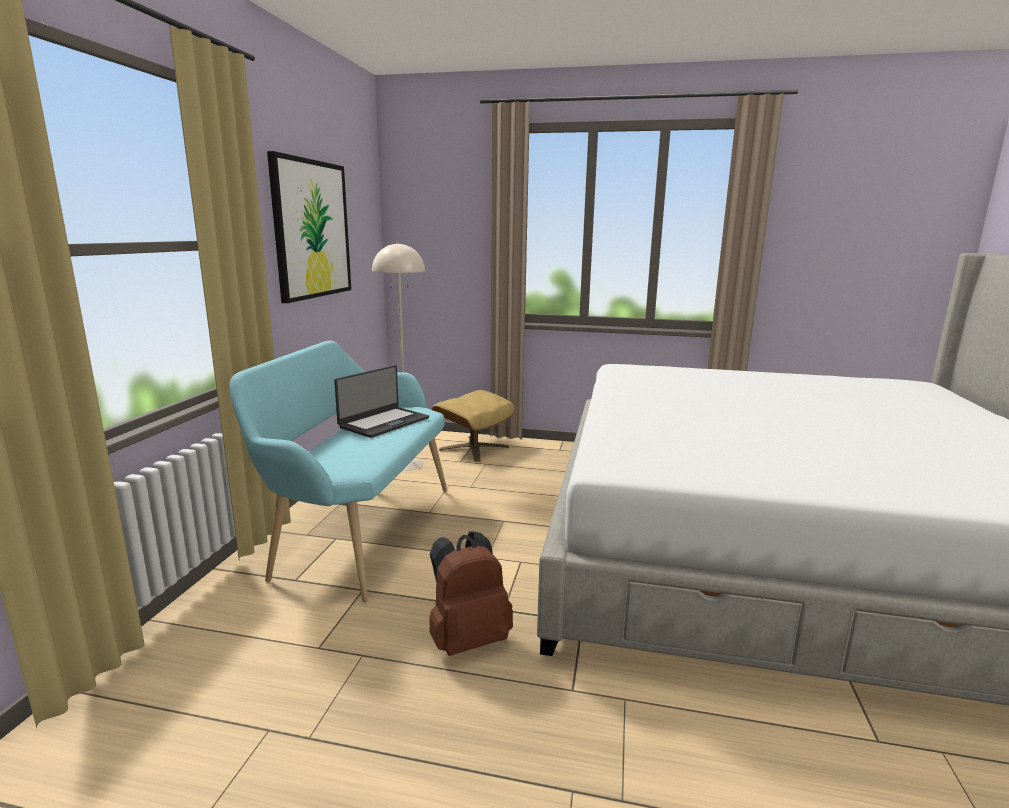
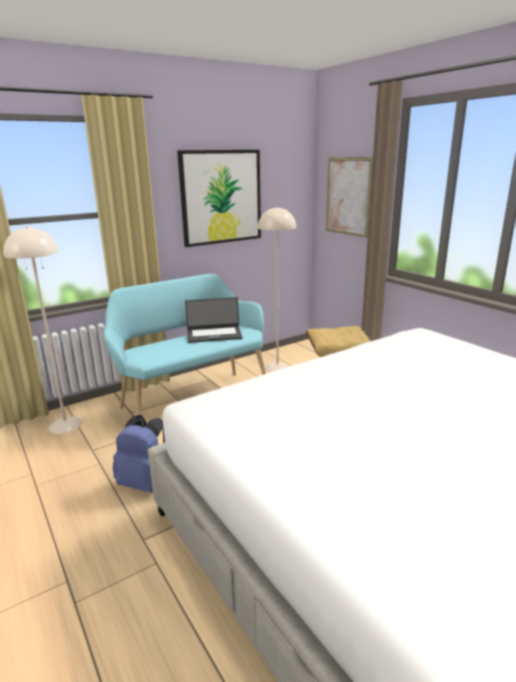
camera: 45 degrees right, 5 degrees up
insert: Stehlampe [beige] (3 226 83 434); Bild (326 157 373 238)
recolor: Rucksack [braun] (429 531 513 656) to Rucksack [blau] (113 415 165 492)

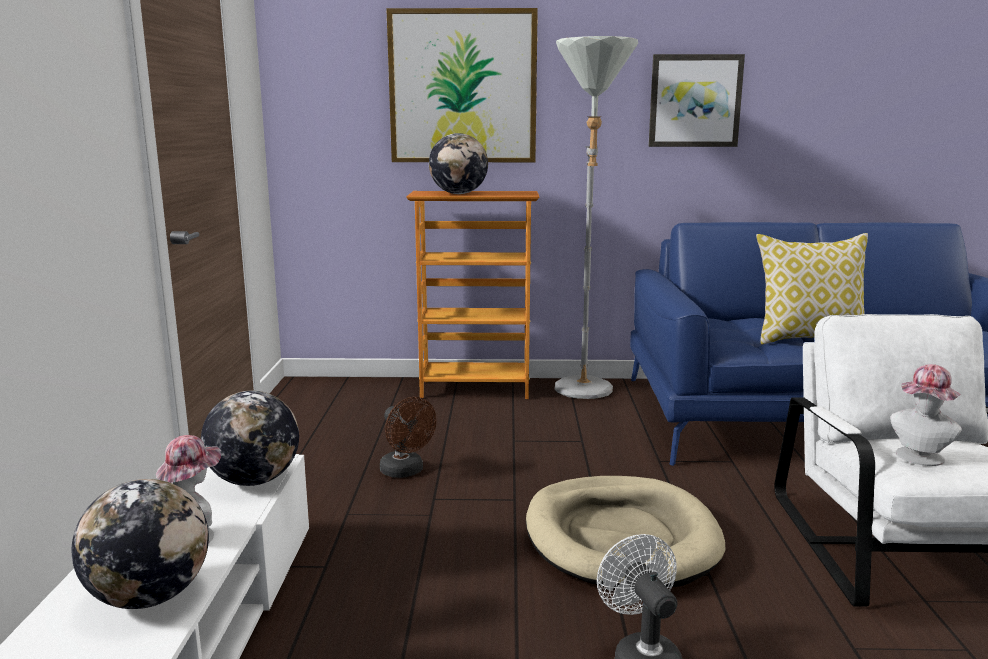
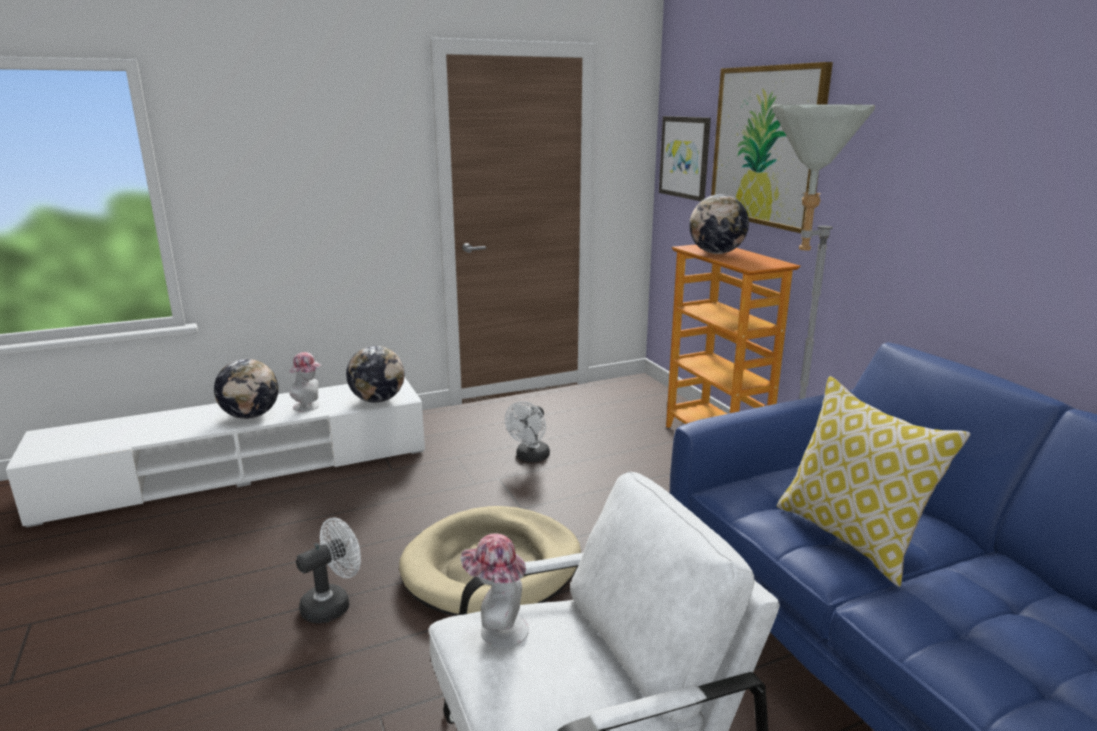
camera: 65 degrees right, 5 degrees up
move: Bild (648 54 745 147) to (659 116 711 201)
recolor: Ventilator [braun] (380 397 436 478) to Ventilator [weiß] (505 401 550 462)

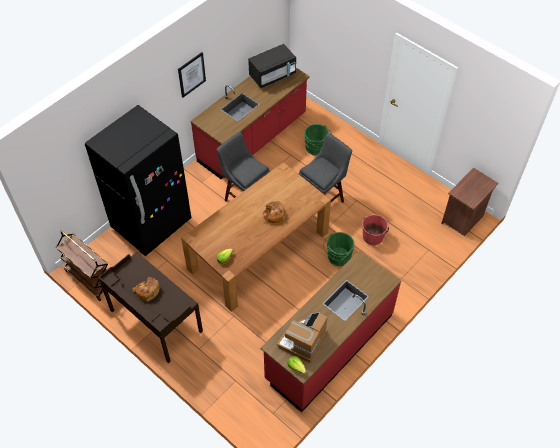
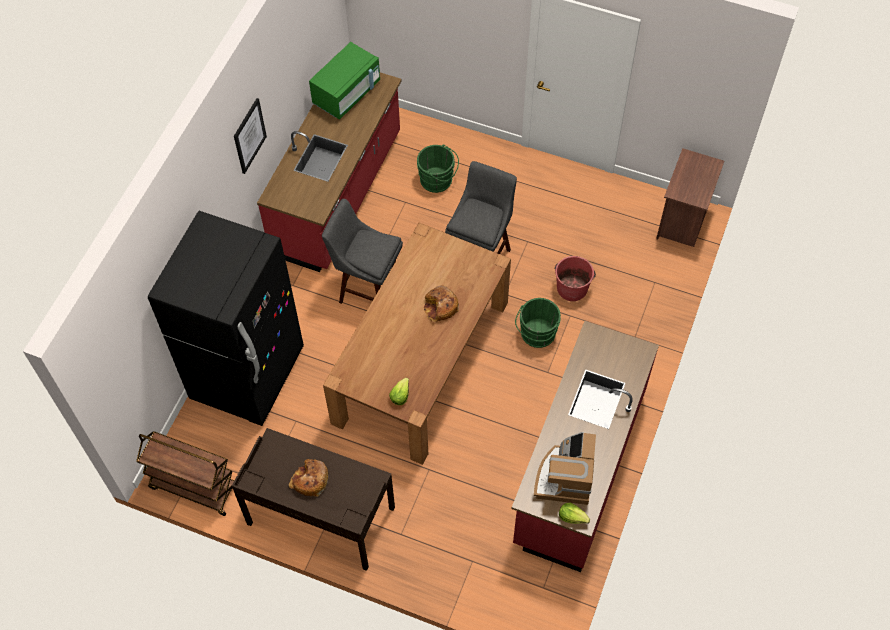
camera: 20 degrees left, 5 degrees up
recolor: Mikrowelle [schwarz] (248 44 296 88) to Mikrowelle [grün] (309 42 380 119)

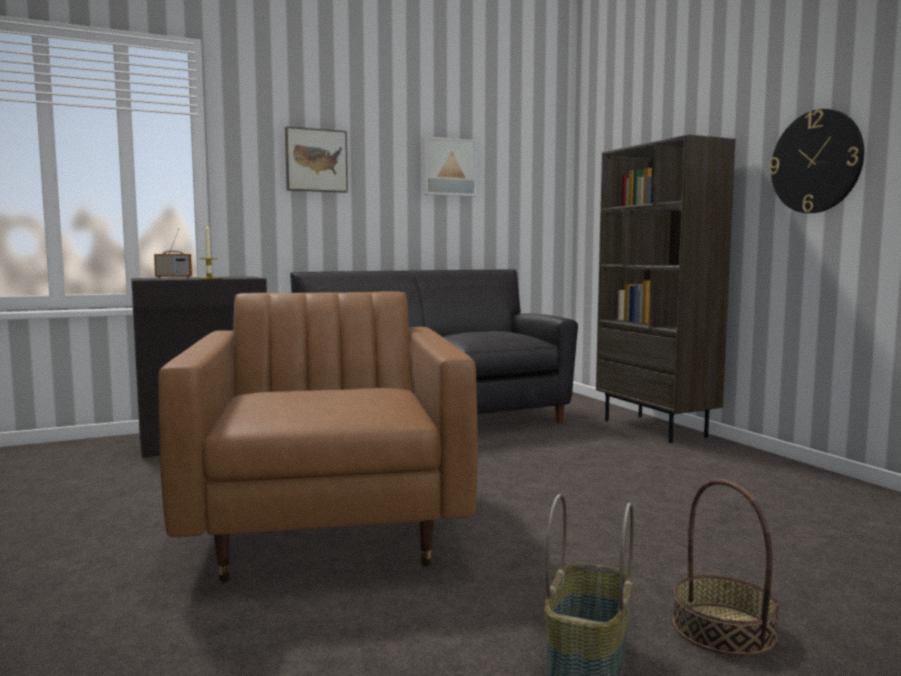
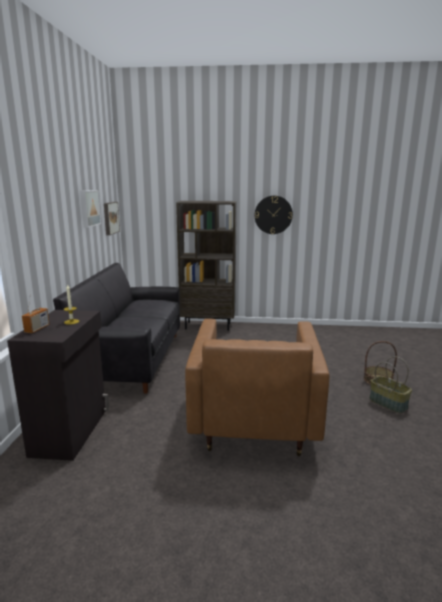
camera: 60 degrees left, 10 degrees up
move: Bild (285 127 348 193) to (104 202 120 235)
rotate: Sessel [braun] (158 292 478 582) = (185 318 329 456) 105 degrees counterclockwise

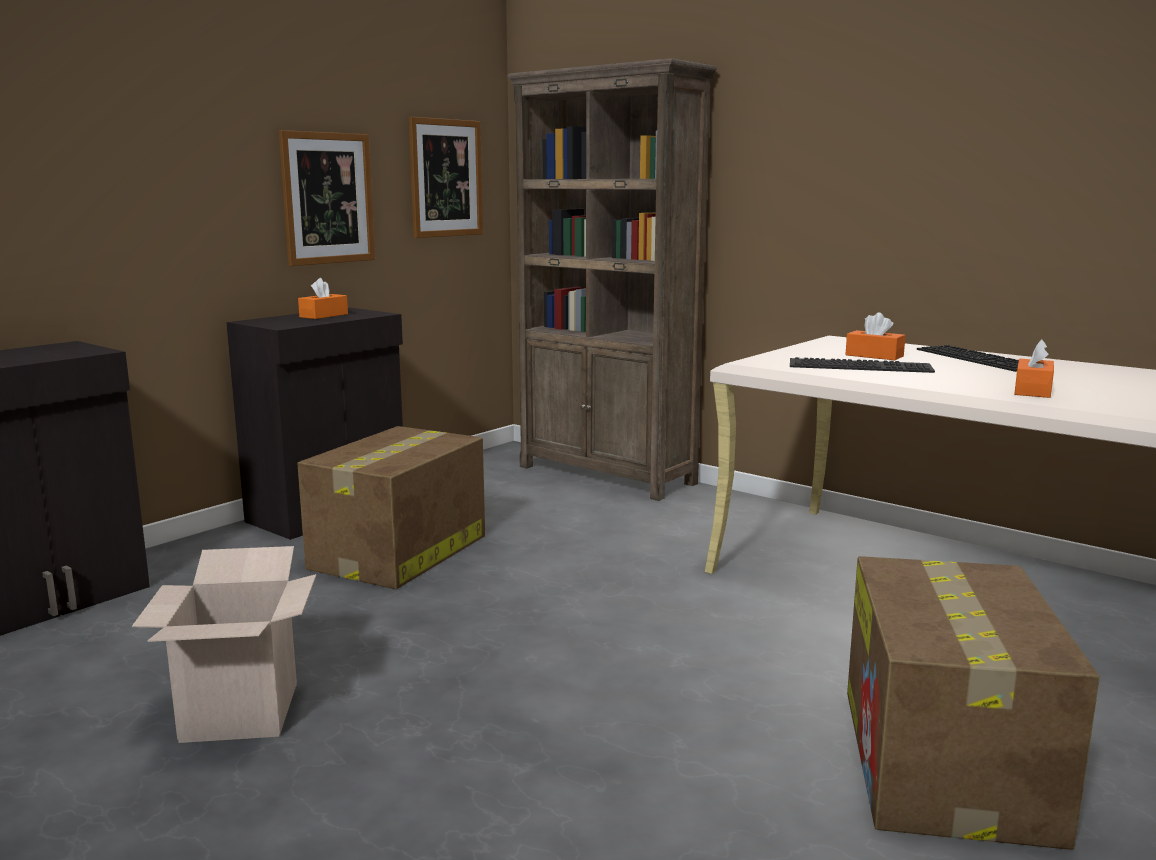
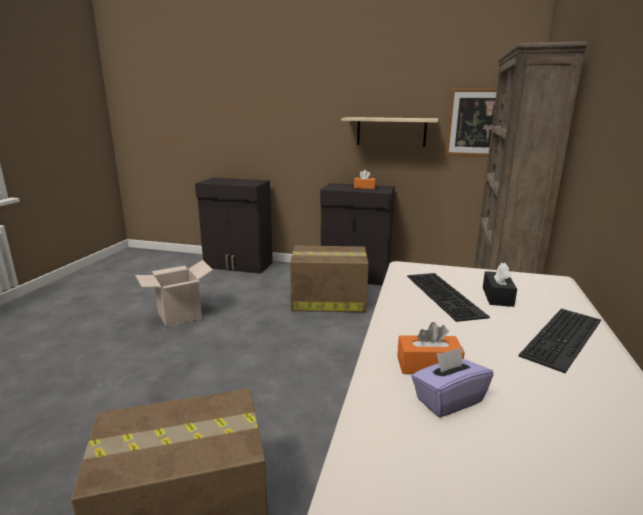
camera: 65 degrees right, 5 degrees up
insert: Taschentuchbox [lila] (411 347 493 417)
replace: Bild (279 130 375 266) to Wandregal (341 117 438 147)
recolor: Taschentuchbox [orange] (845 312 906 360) to Taschentuchbox [schwarz] (483 263 517 307)

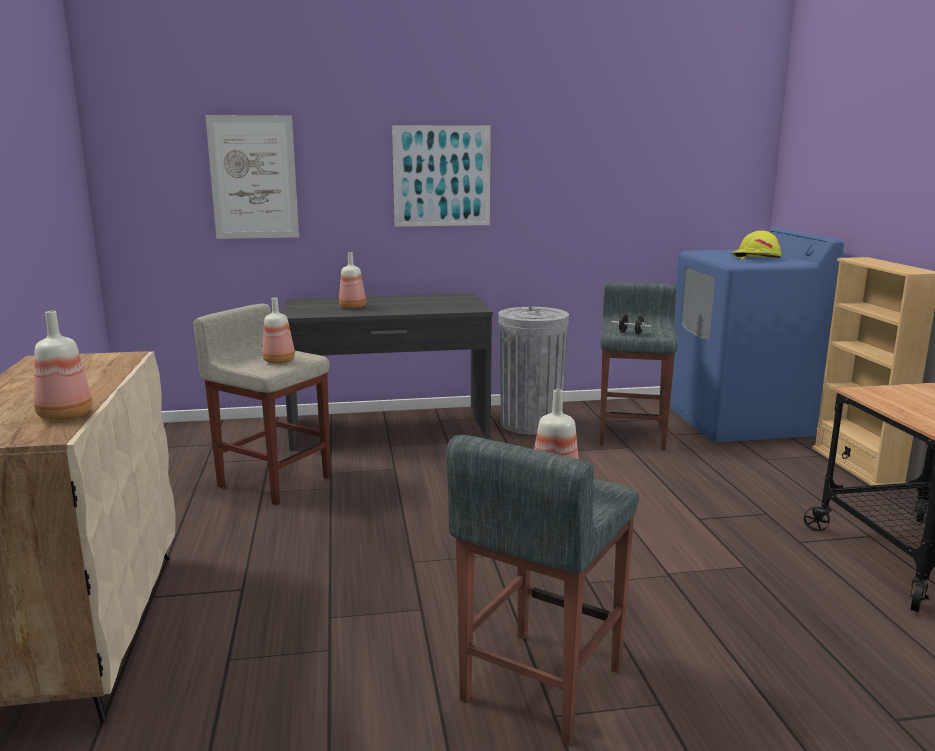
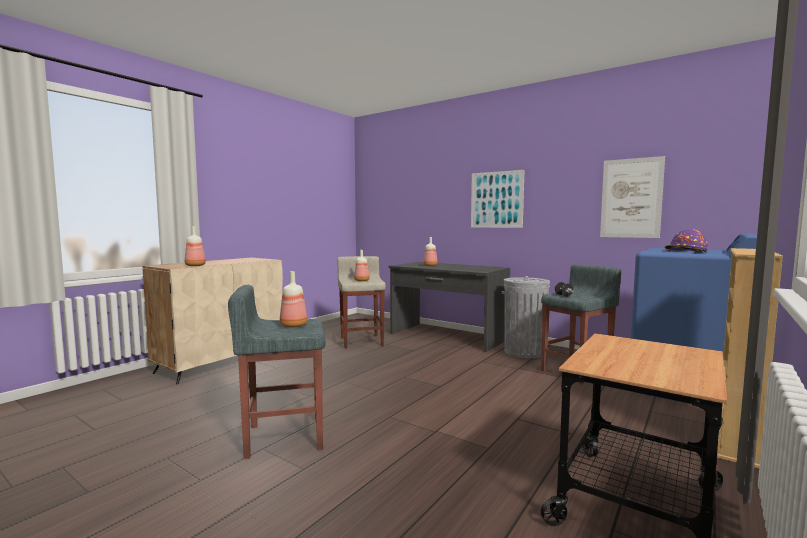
camera: 45 degrees right, 10 degrees down
move: Bild (205 115 299 239) to (600 156 665 238)
recolor: Schutzhelm [gelb] (731 231 781 260) to Schutzhelm [lila] (665 229 708 252)

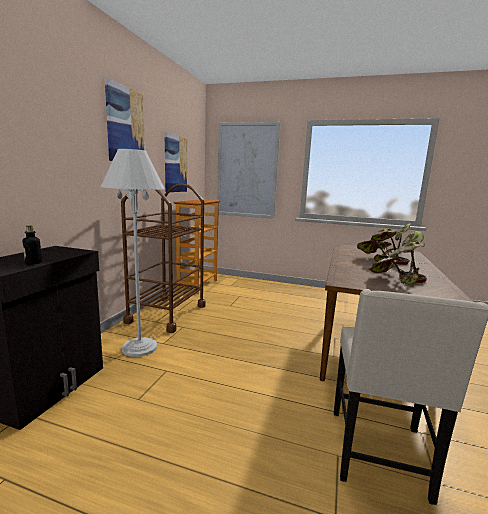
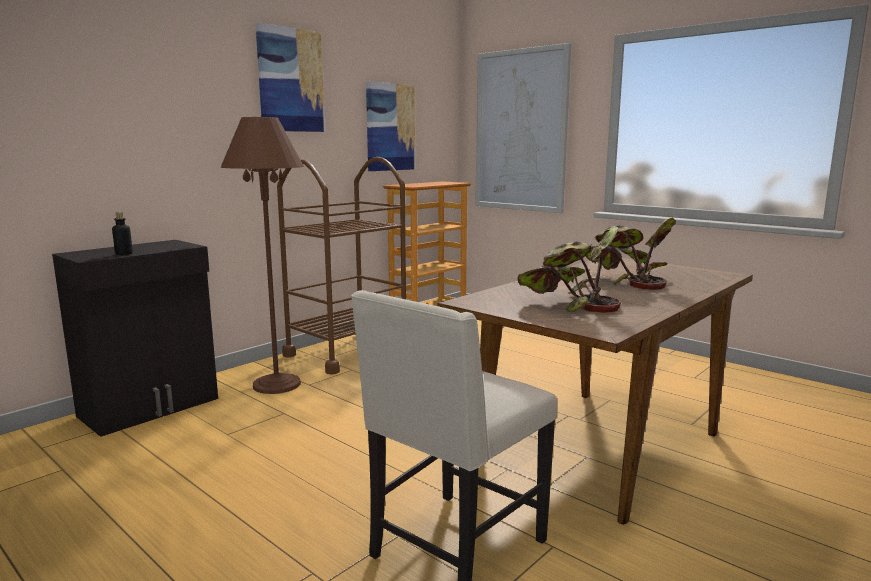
camera: 25 degrees right, 0 degrees up
recolor: Stehlampe [weiß] (100 149 165 357) to Stehlampe [braun] (221 117 304 394)

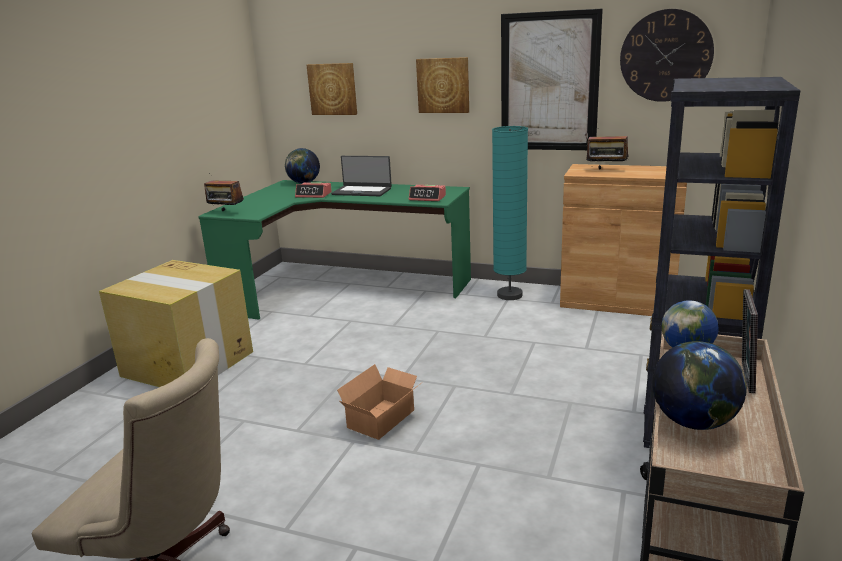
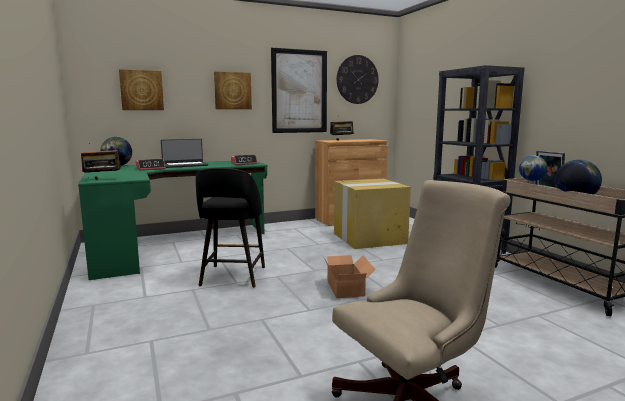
camera: 45 degrees left, 10 degrees down
delete: Stehlampe [türkis] (492 126 528 300)
insert: Hocker [schwarz] (196 168 265 288)
move: Karton (99 260 253 387) to (334 179 411 249)

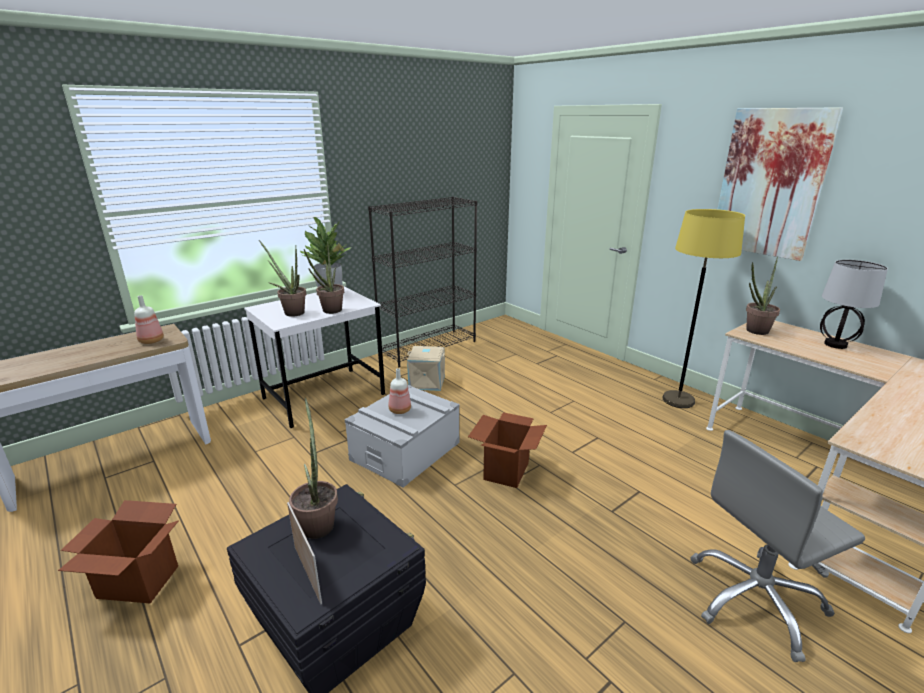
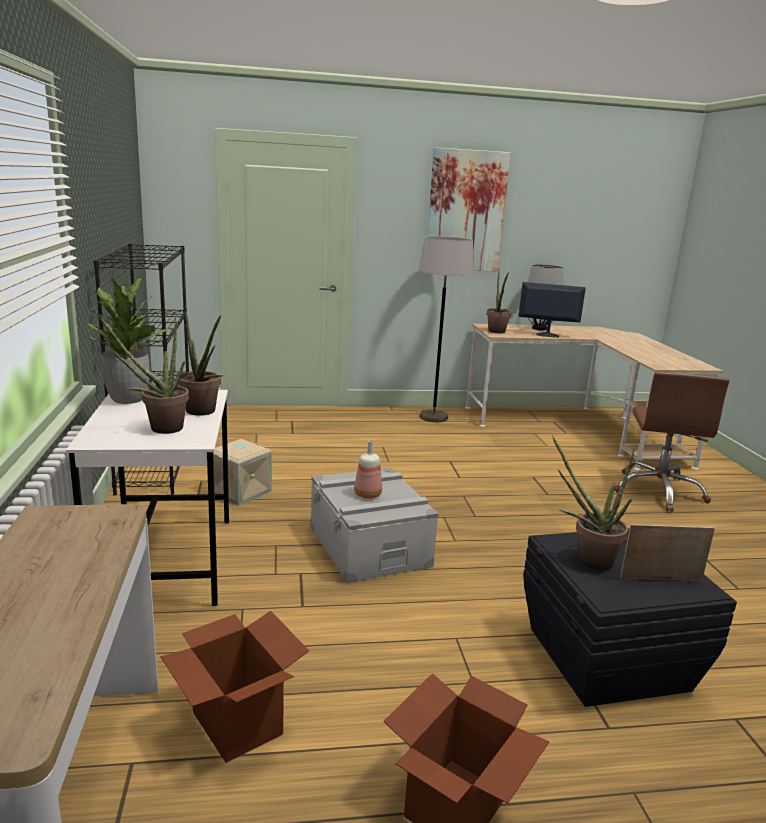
camera: 60 degrees left, 5 degrees down
delete: Flasche (134 295 164 344)
insert: Monitor (519 282 586 338)
move: Karton (468 412 547 488) to (160 611 309 763)
recolor: Stehlampe [gelb] (662 209 745 408) to Stehlampe [grau] (419 236 473 422); Bürostuhl [grau] (690 430 865 662) to Bürostuhl [braun] (614 372 730 512)

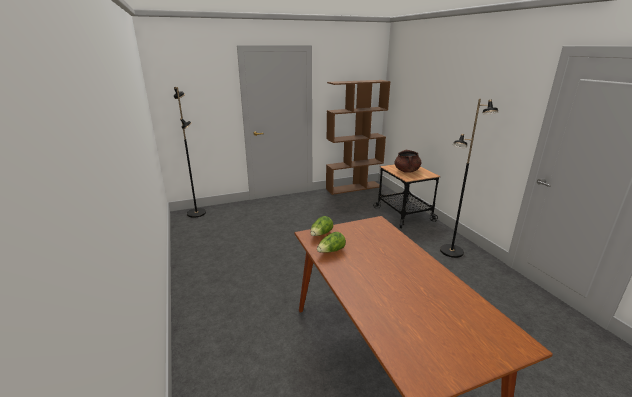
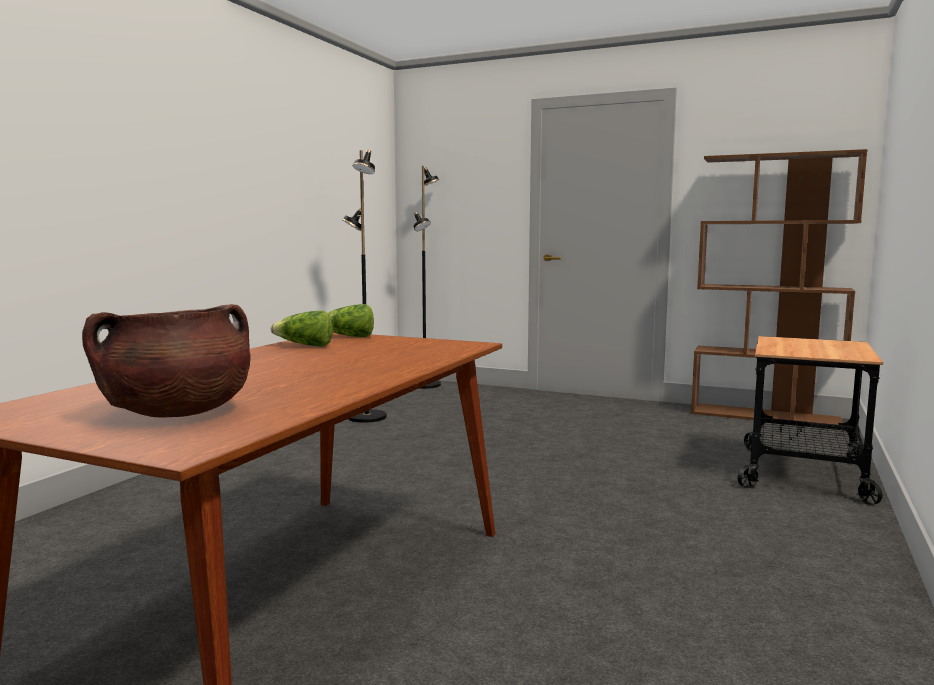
camera: 45 degrees right, 15 degrees down
move: Kochtopf [braun] (394 150 421 173) to (82 304 251 417); Stehlampe [schwarz] (440 99 498 258) to (342 150 387 423)

